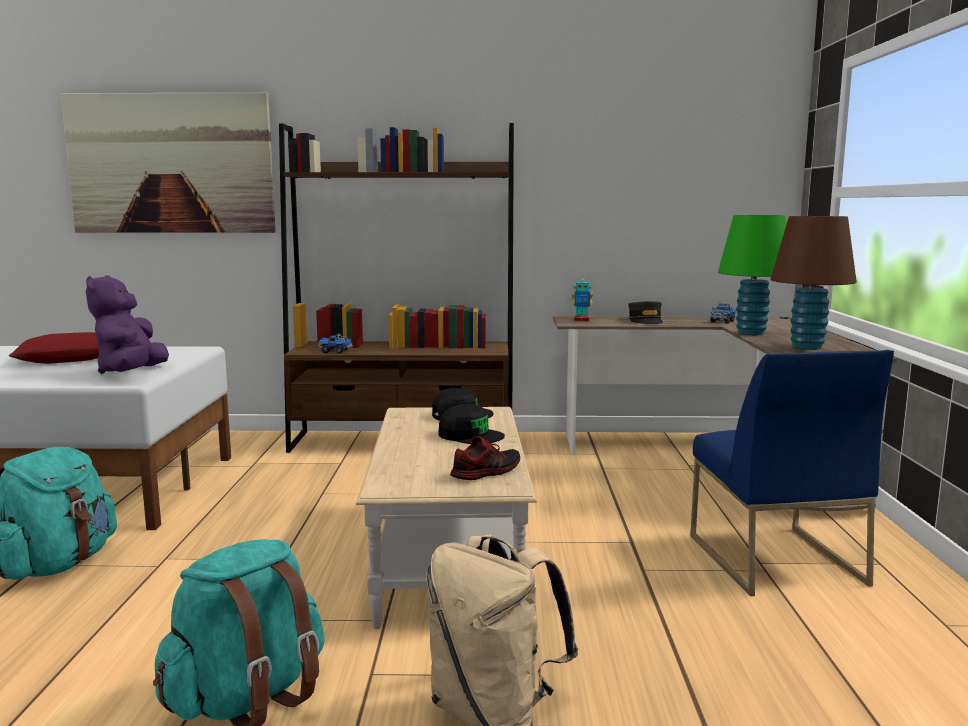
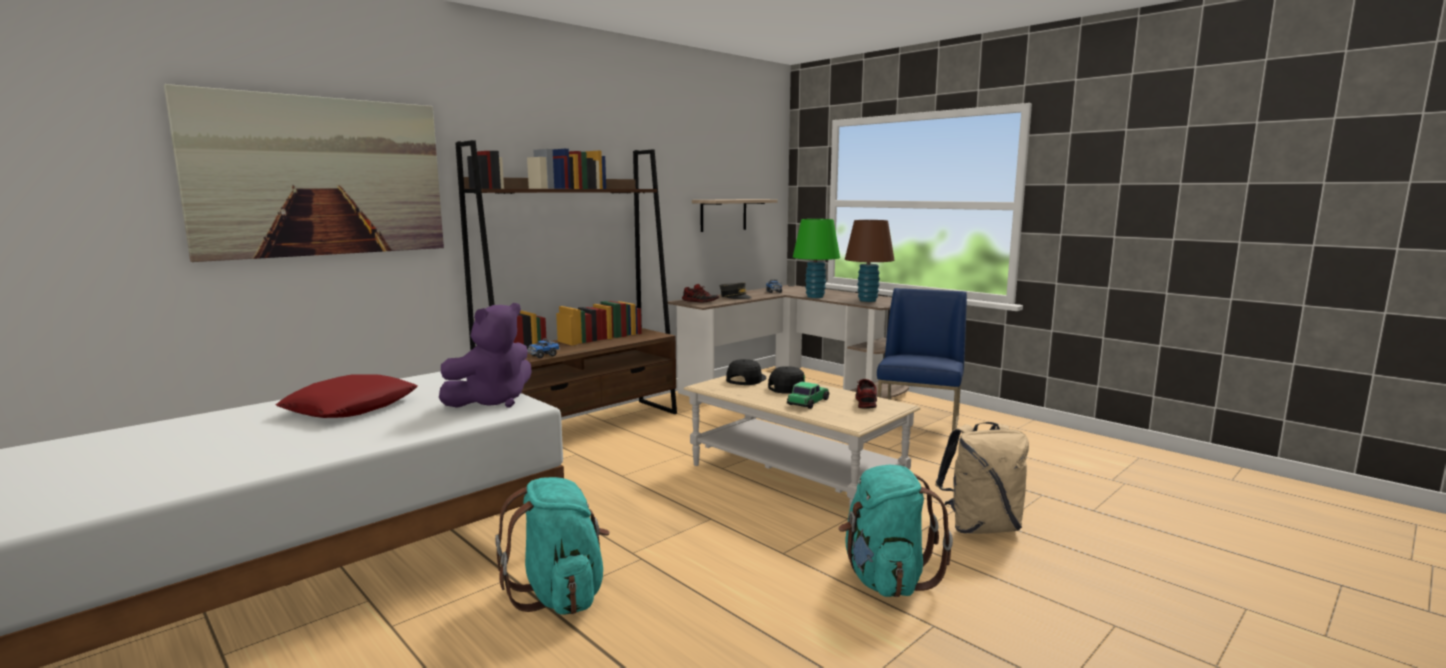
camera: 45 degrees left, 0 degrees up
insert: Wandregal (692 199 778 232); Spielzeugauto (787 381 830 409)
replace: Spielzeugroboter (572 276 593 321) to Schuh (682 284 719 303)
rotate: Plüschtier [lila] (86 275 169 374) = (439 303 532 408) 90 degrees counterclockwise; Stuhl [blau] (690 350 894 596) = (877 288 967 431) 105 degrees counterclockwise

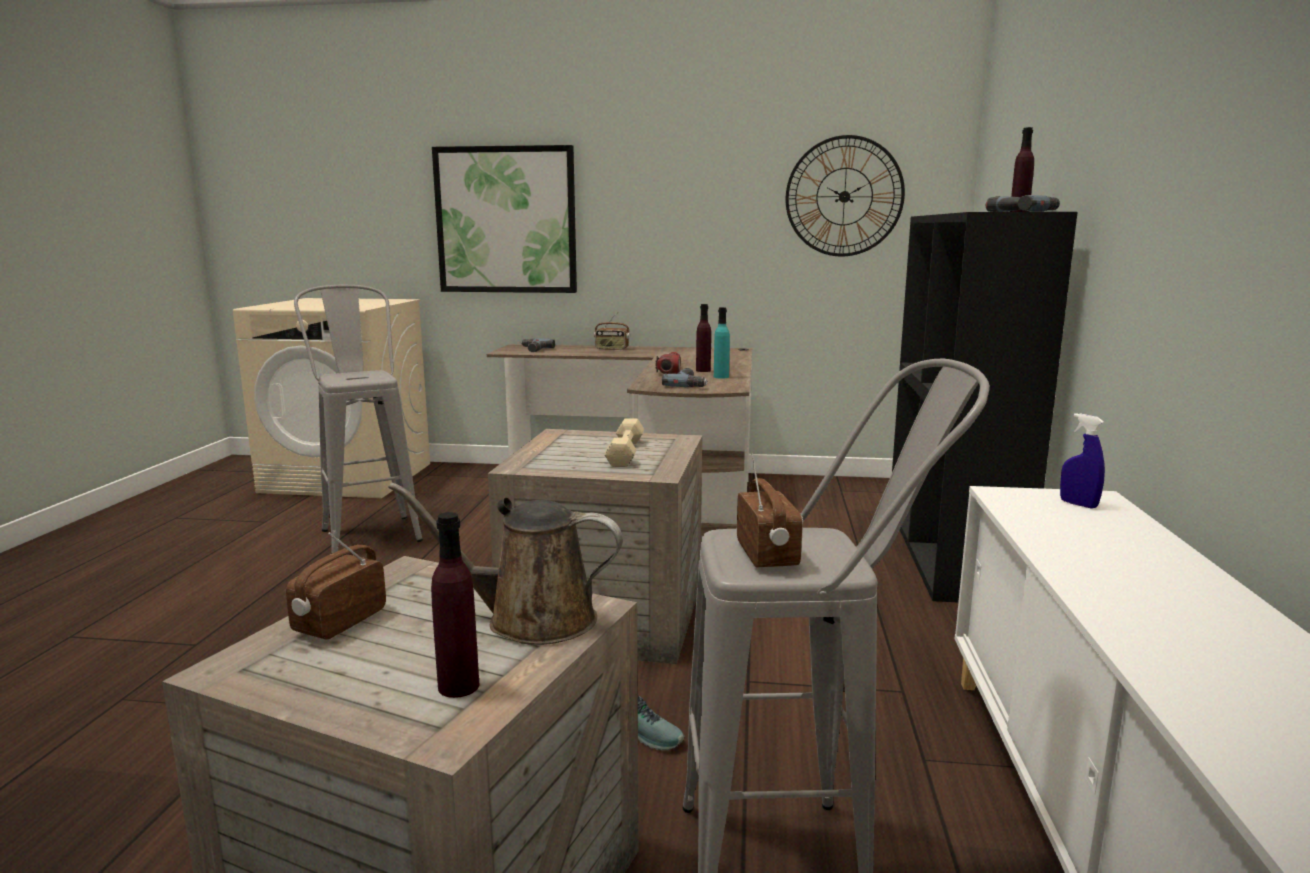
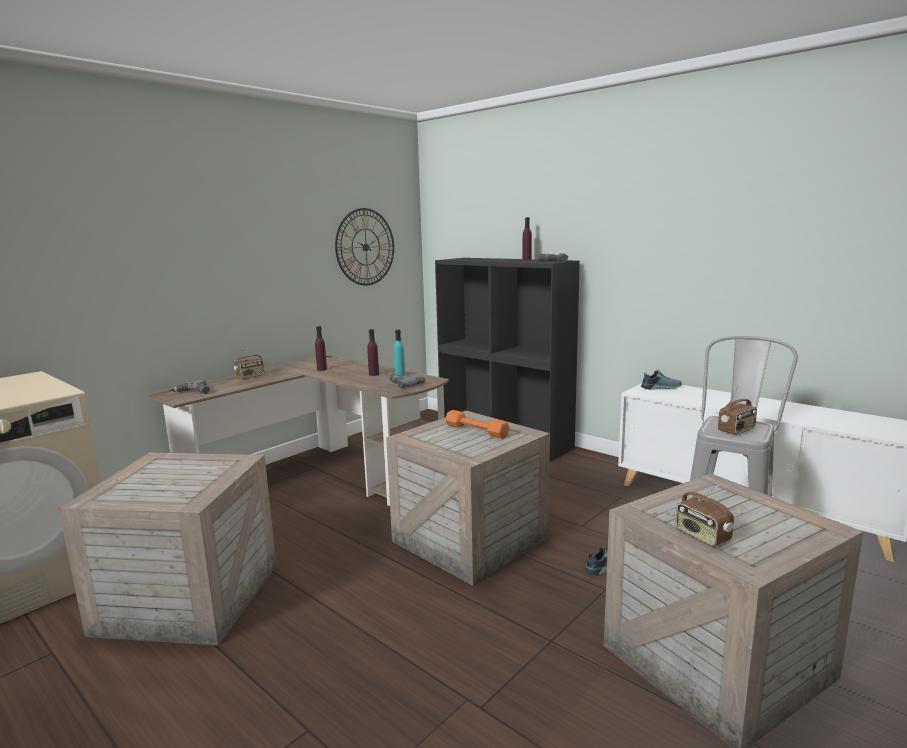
camera: 55 degrees left, 0 degrees up
delete: Gießkanne [braun] (388 483 623 645); Bild (432 145 577 293); Taschenlampe (656 352 681 374)
move: Flasche [lila] (431 512 480 698) to (315 326 327 371)
replace: Hocker [grau] (294 285 423 554) to Kiste (58 452 277 645); Sprühflasche [blau] (1060 413 1105 509) to Schuh (641 370 682 390)
recolor: Hantel [beige] (604 418 644 467) to Hantel [orange] (445 410 510 439)
rotate: Radio (737 453 803 568) = (718 386 757 435) 120 degrees clockwise

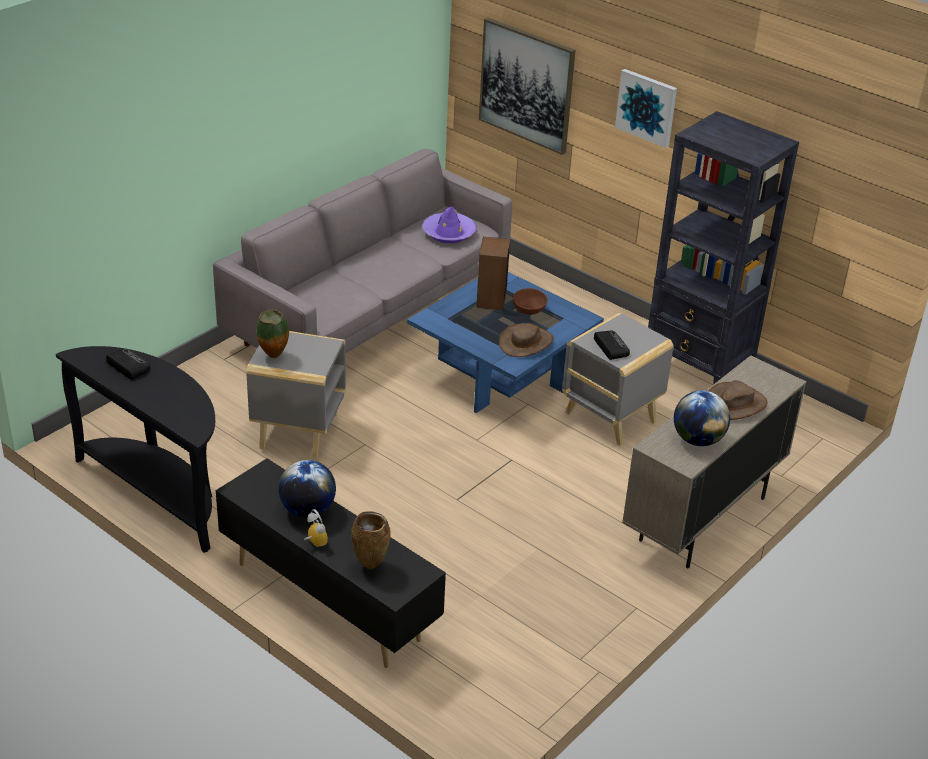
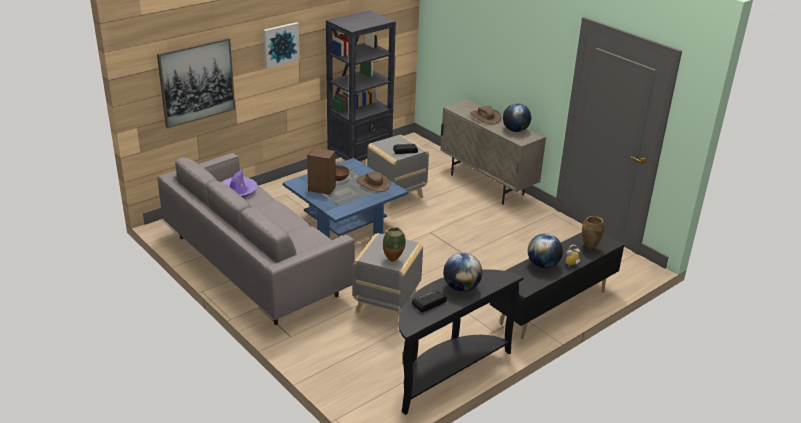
camera: 80 degrees left, 5 degrees down
insert: Globus (443 253 482 292)

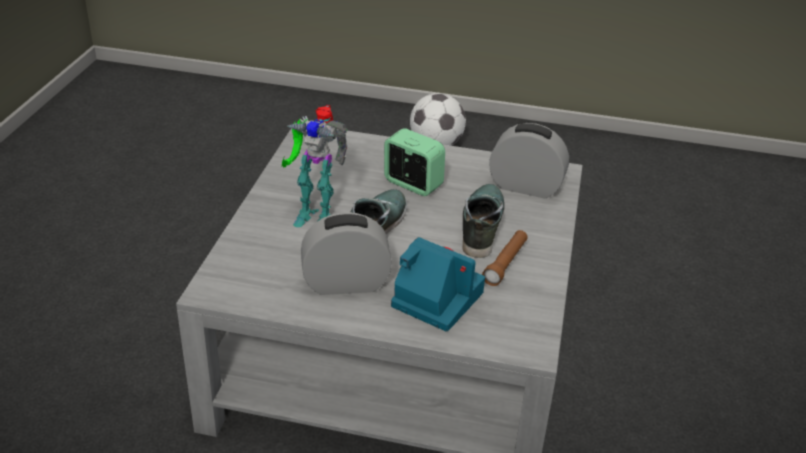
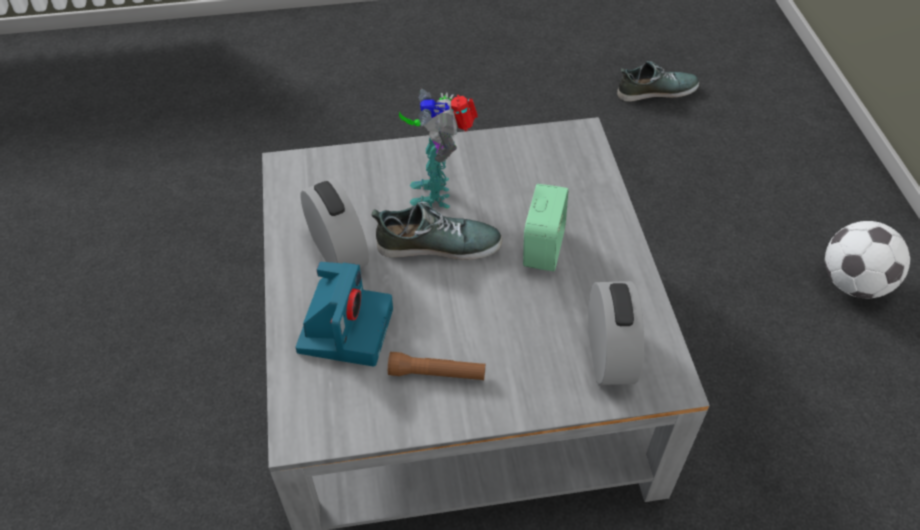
camera: 70 degrees right, 15 degrees up
move: Schuh (463 184 505 258) to (617 61 699 102)

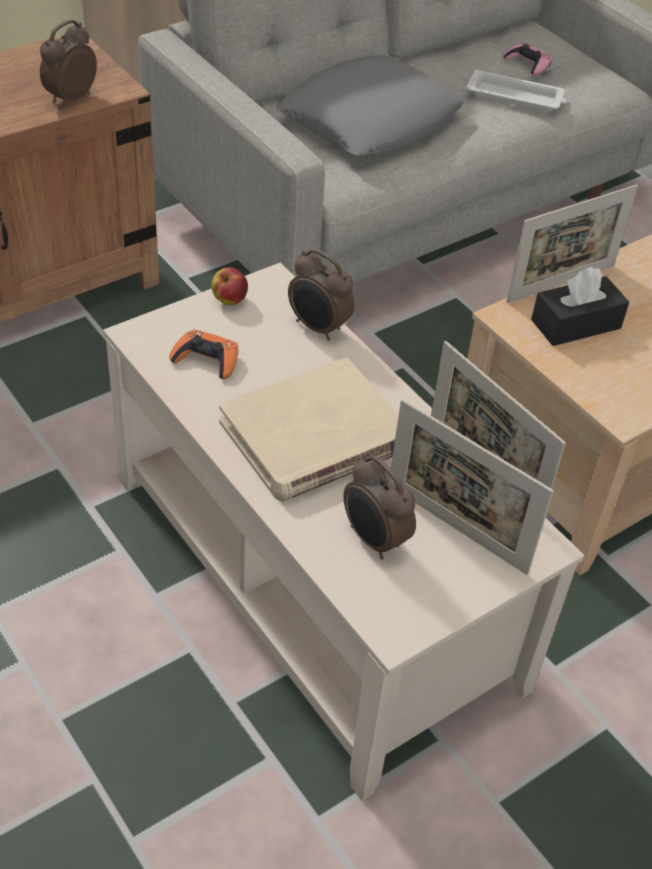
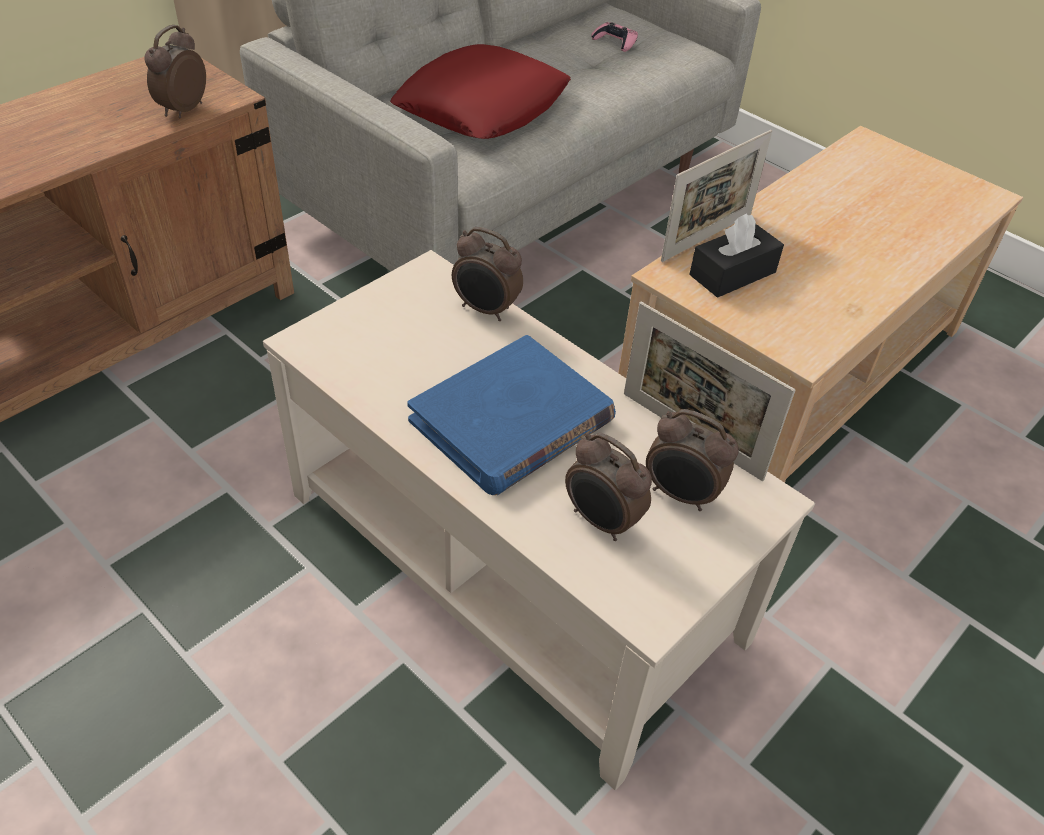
camera: 10 degrees left, 0 degrees up
delete: Gamepad [orange] (169 330 238 380); Apfel (212 267 248 305); Tablett [weiß] (467 69 566 112)
replace: Bilderrahmen (391 399 554 575) to Wecker (646 409 739 511)
recolor: Buch [beige] (219 357 399 502) to Buch [blau] (407 335 616 495); Kissen [grau] (276 55 466 156) to Kissen [rot] (390 44 571 139)

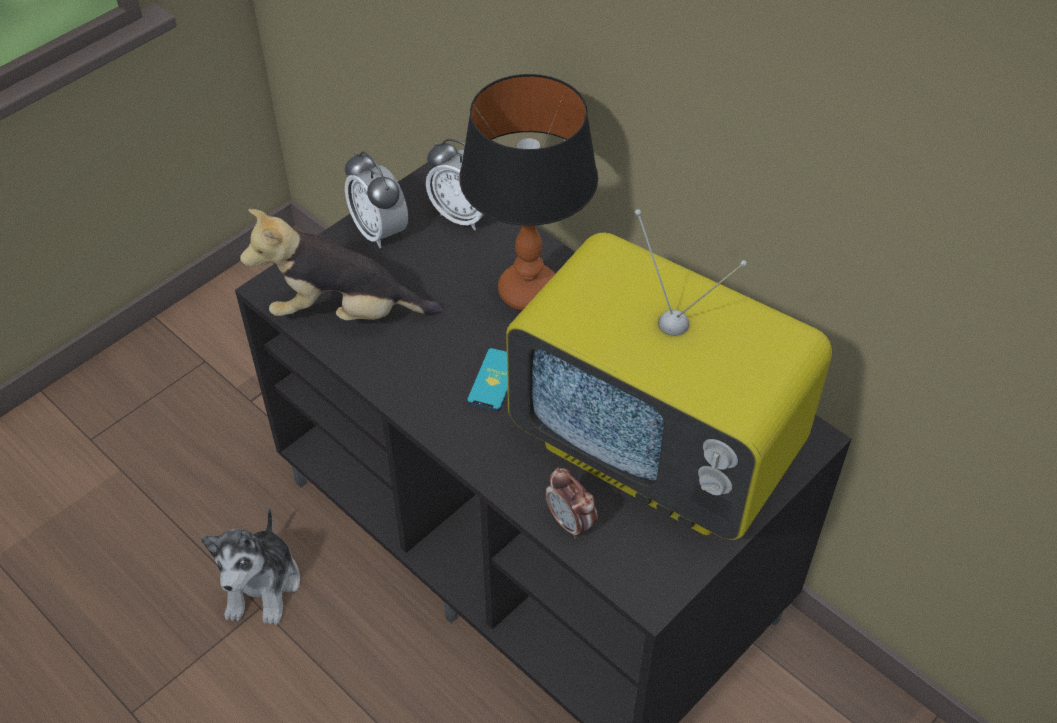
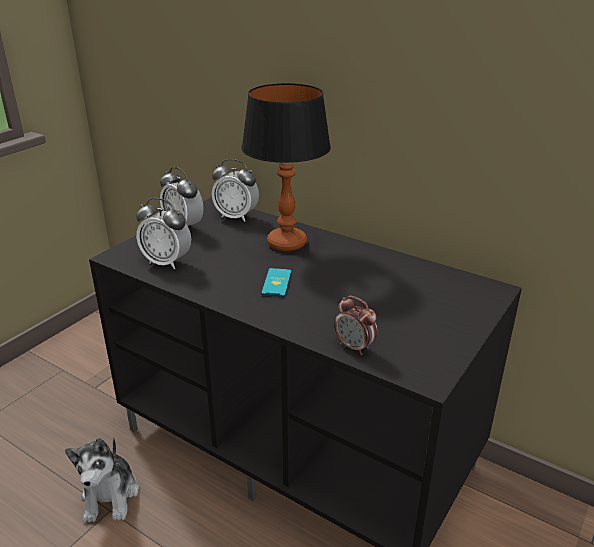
camera: 10 degrees left, 20 degrees down
delete: Fernseher (506 209 832 540)
replace: Plüschtier (240 209 442 320) to Wecker (136 198 191 269)

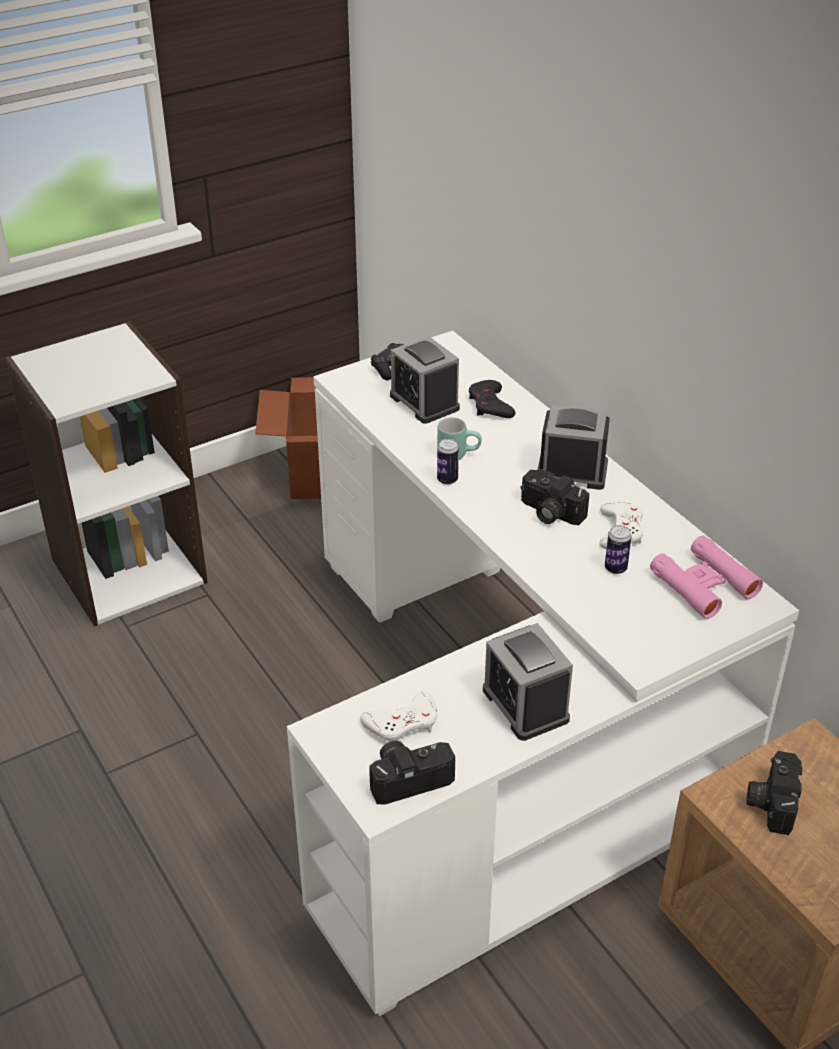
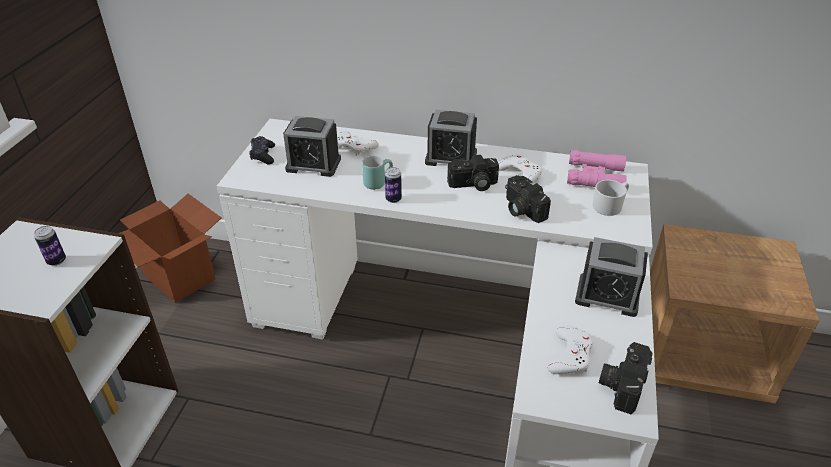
camera: 45 degrees left, 0 degrees up
insert: Henkelbecher [weiß] (593 180 629 216)
move: Dose (605 525 632 574) to (34 226 66 266); Kamera (746 751 802 835) to (505 175 551 223)
recolor: Gamepad [schwarz] (469 380 515 418) to Gamepad [weiß] (337 131 379 156)
rotate: Wecker (537 405 610 490) = (425 110 477 166) 135 degrees counterclockwise

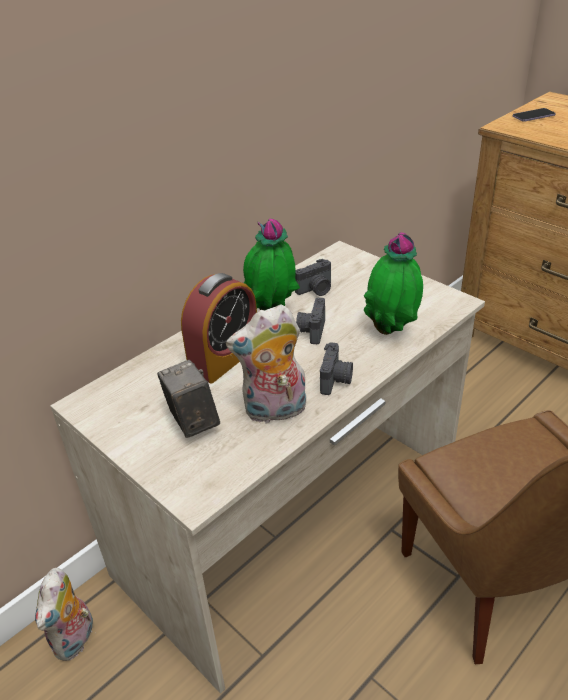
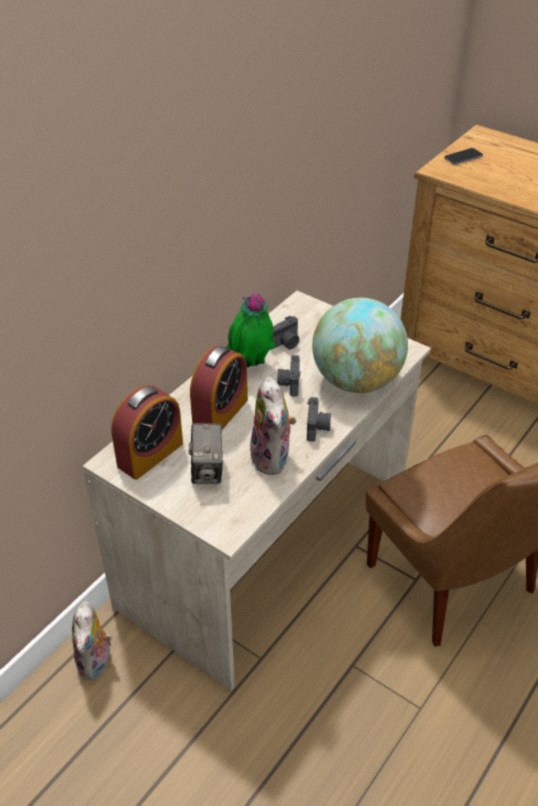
camera: 10 degrees left, 5 degrees up
insert: Wecker (111 385 183 480)
replace: Topfpflanze (364 233 423 335) to Globus (312 298 408 393)
rotate: Kamera (157 360 220 438) = (188 423 223 484) 150 degrees counterclockwise; Plüschtier (226 304 306 424) = (250 376 296 475) 75 degrees counterclockwise

